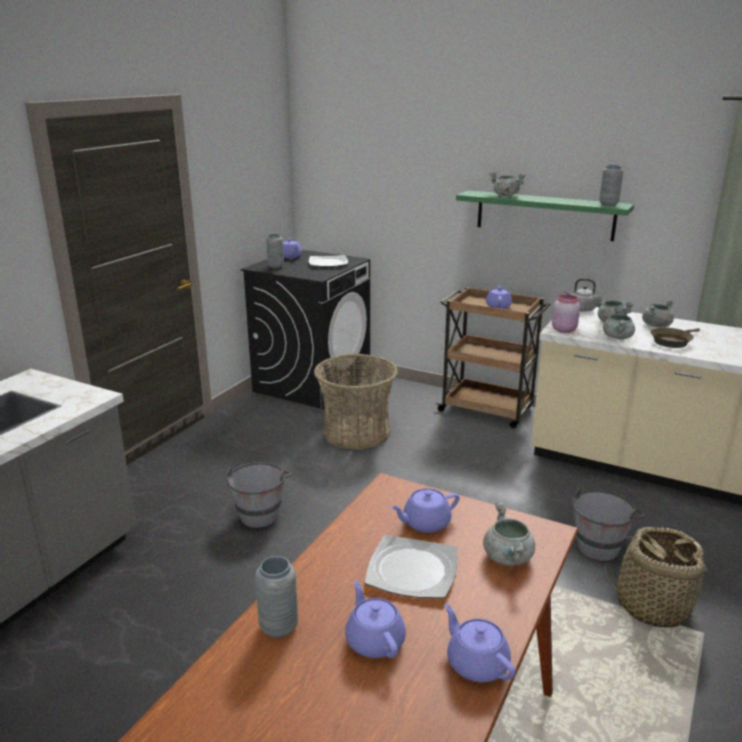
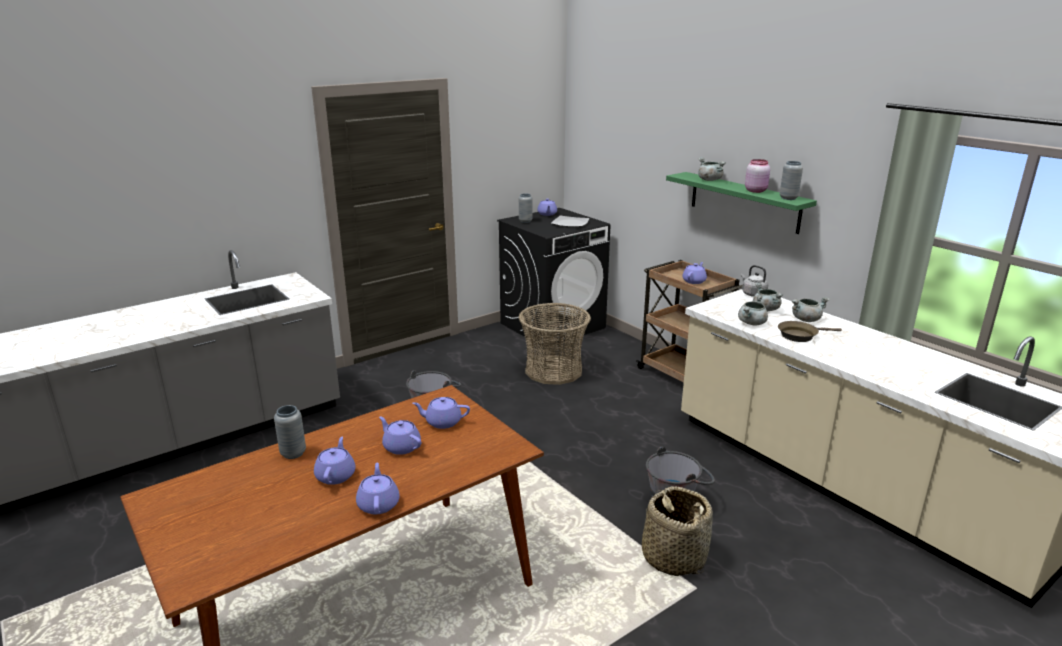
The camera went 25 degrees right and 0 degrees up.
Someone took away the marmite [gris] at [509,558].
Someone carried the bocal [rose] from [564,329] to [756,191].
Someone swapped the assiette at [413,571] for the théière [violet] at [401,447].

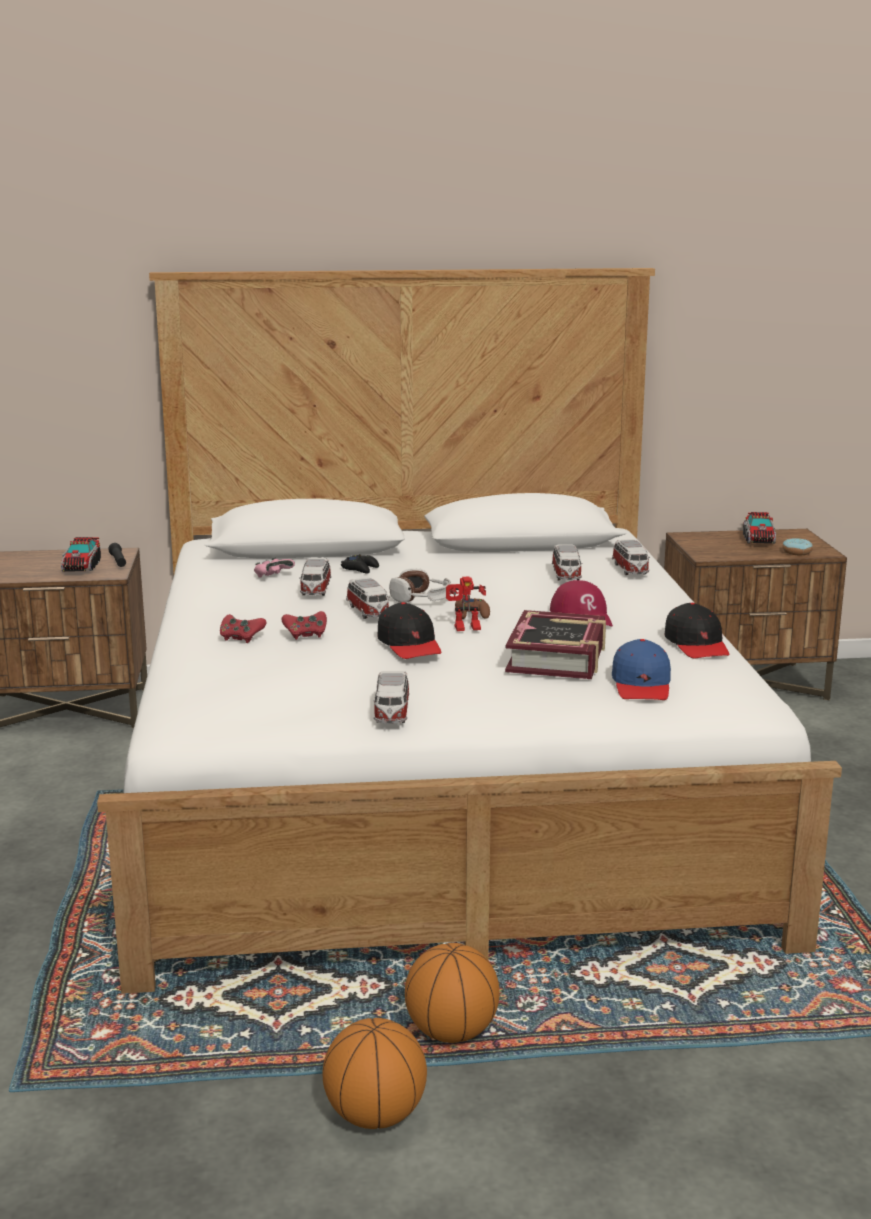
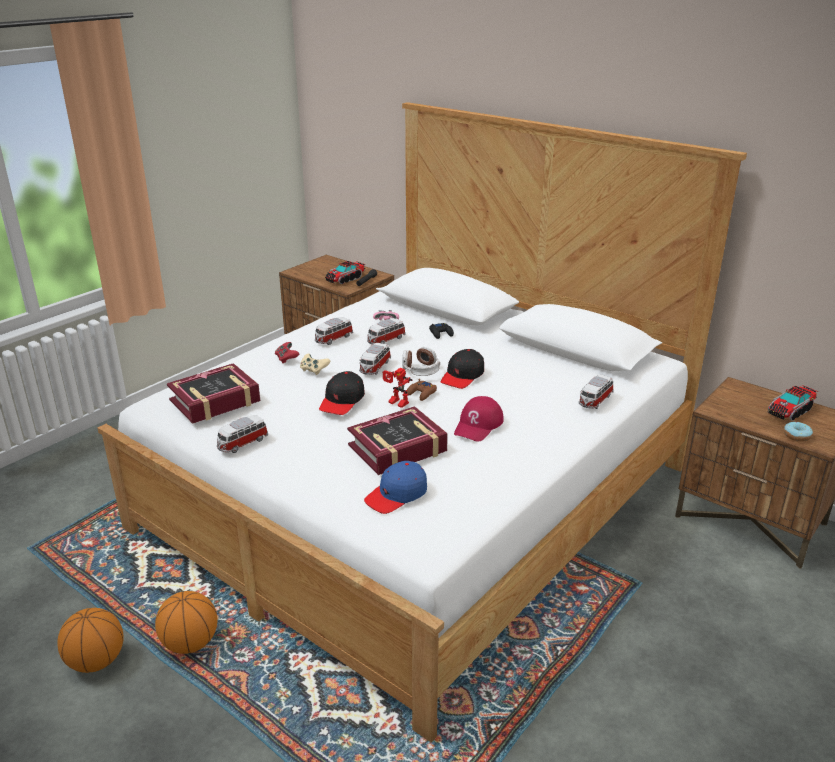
The camera went 45 degrees right and 10 degrees up.
Someone put down the livre at [215,401].
Someone carried the petite voiture from [566,575] to [333,339].
Someone carried the casquette [noir] from [697,644] to [462,376].
Someone repainted the manette [rouge] at [305,635], which became the manette [beige] at [314,370].

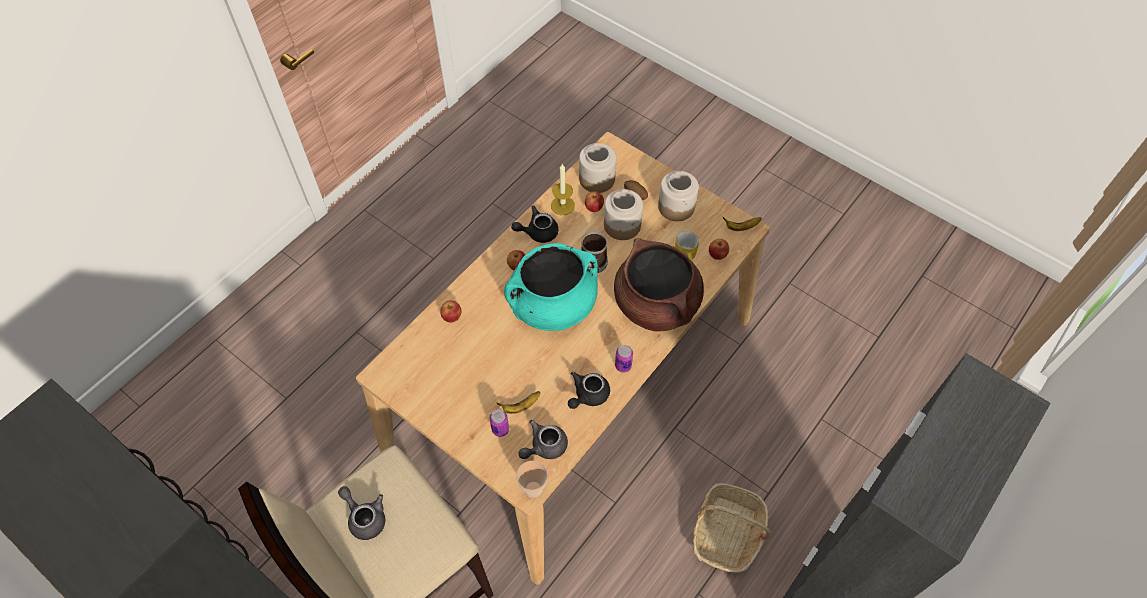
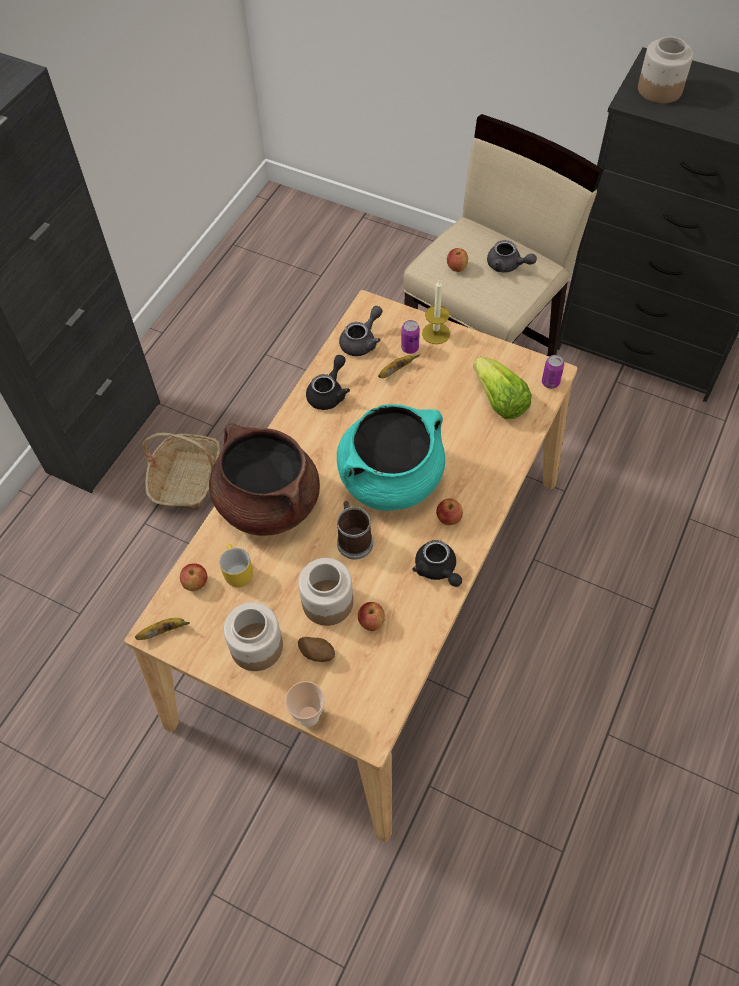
The camera went 170 degrees right and 0 degrees up.
Someone put down the laitue at [499,400].
Someone carried the pomme from [452,317] to [456,268].
Someone carried the tasse from [533,489] to [308,716].
Someone carried the bougie from [562,205] to [436,333].
Someone carried the bocal from [597,179] to [659,90].
Someone carried the boîte métallique from [623,366] to [550,382].
Someone rotated the théière [noir] at [537,232] by 90 degrees clockwise.

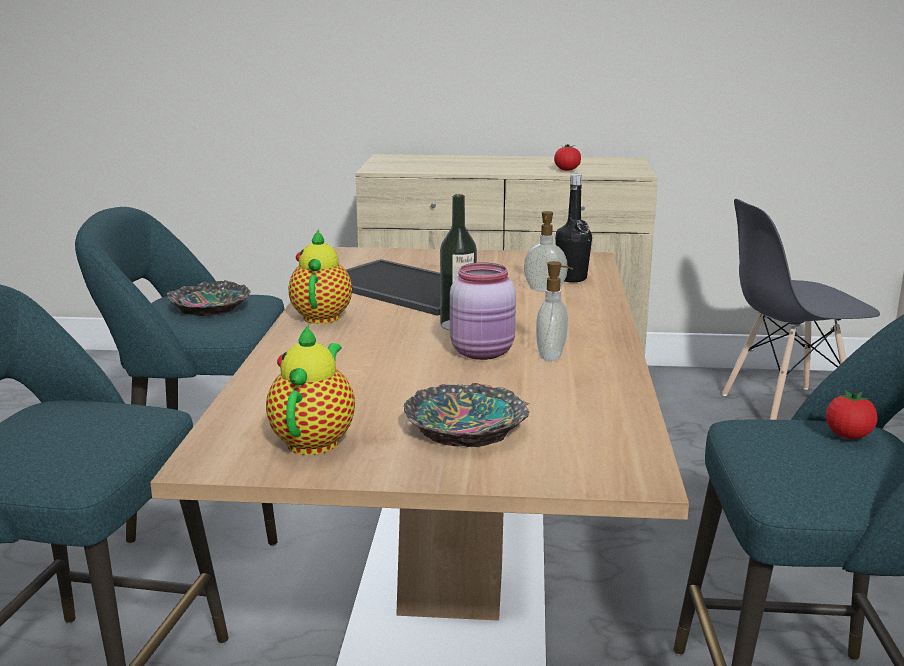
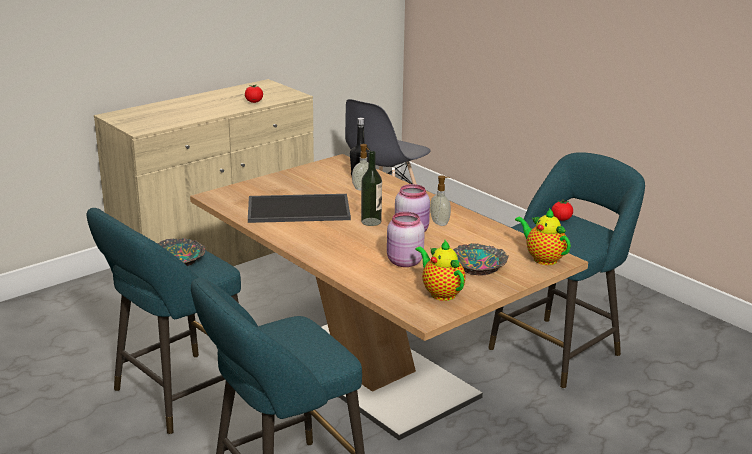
The camera went 45 degrees left and 5 degrees up.
Someone put down the bocal [rose] at [404,262].
Someone carried the théière from [322,316] to [542,258].

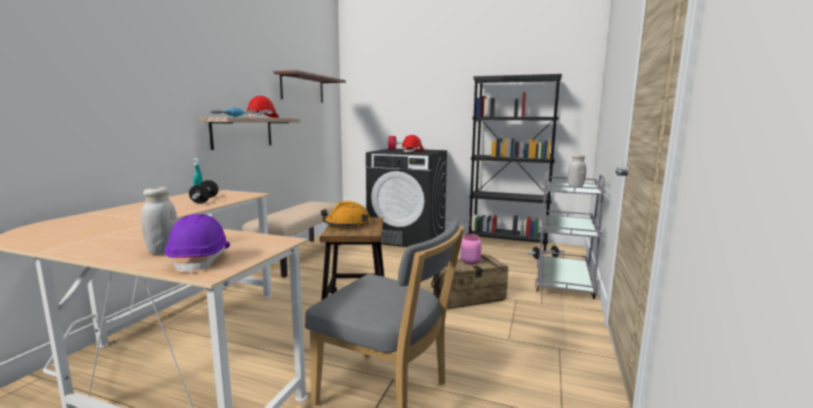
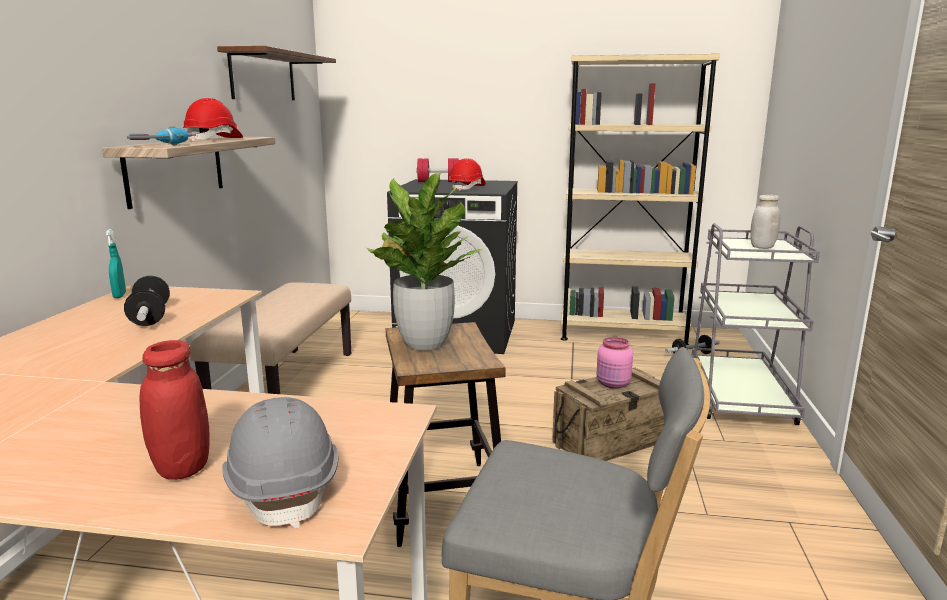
The camera went 10 degrees left and 5 degrees up.
Someone swapped the casque de chantier [orange] at [347,224] for the plante en pot at [424,343].
Someone repainted the bocal [blanc] at [163,251], which became the bocal [rouge] at [182,467].
Someone repainted the casque de chantier [violet] at [201,260], which became the casque de chantier [gris] at [284,487].
Someone repainted the bibliothèque [noir] at [507,244], which became the bibliothèque [beige] at [622,334].

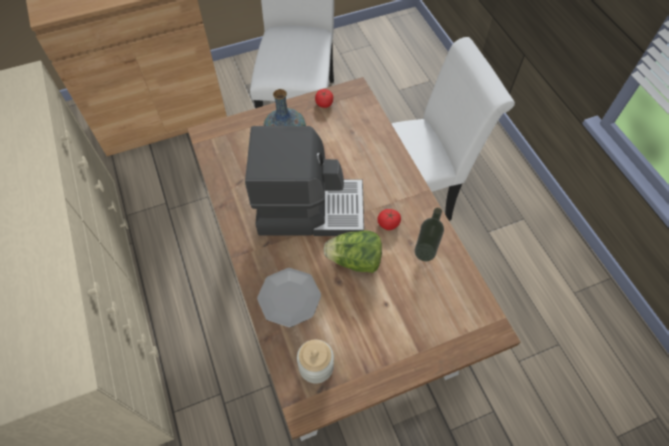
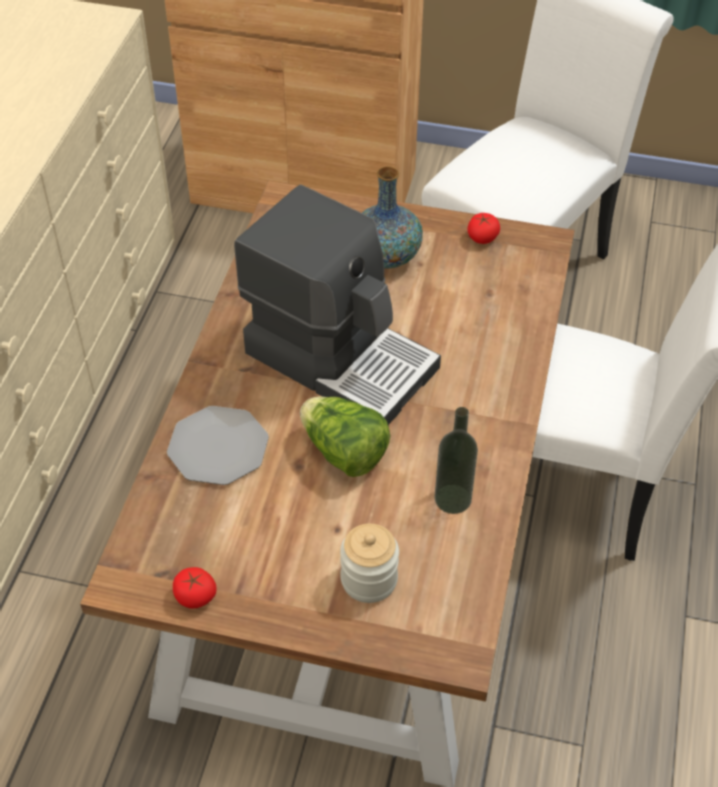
The camera went 35 degrees right and 10 degrees down.
Someone carried the bocal from [316,366] to [369,579].
Someone carried the tomate from [388,223] to [195,596].

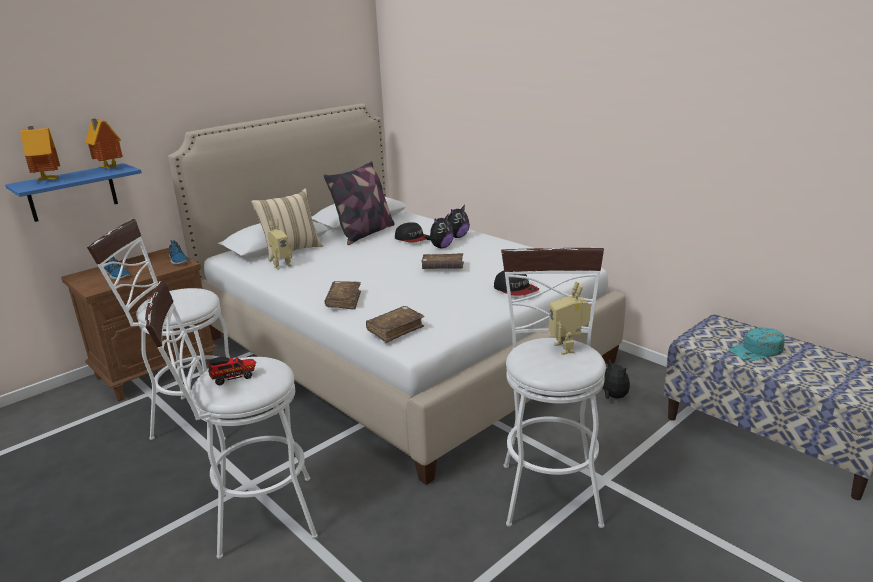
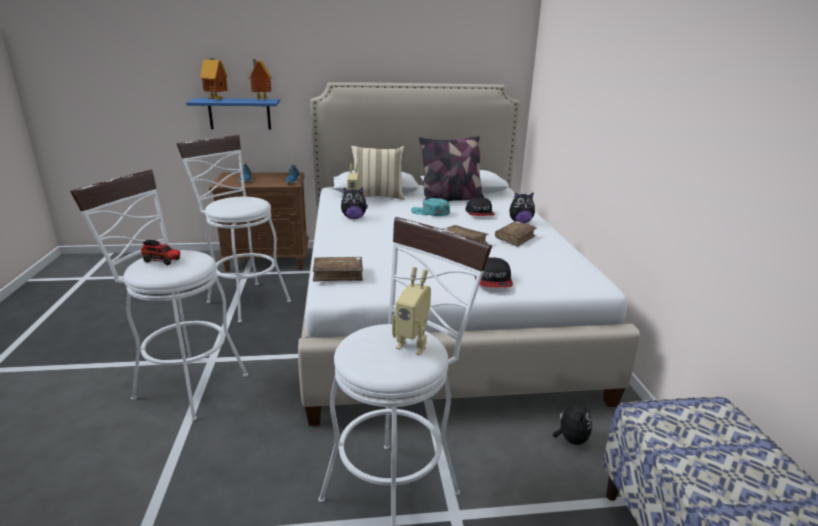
The camera went 35 degrees right and 0 degrees up.
Someone carried the livre [marron] from [344,301] to [515,238].
Someone carried the peluche from [441,247] to [354,218].
Someone carried the casquette [turquoise] from [756,351] to [430,212].
Someone rotated the robot jouet at [568,348] by 90 degrees counterclockwise.

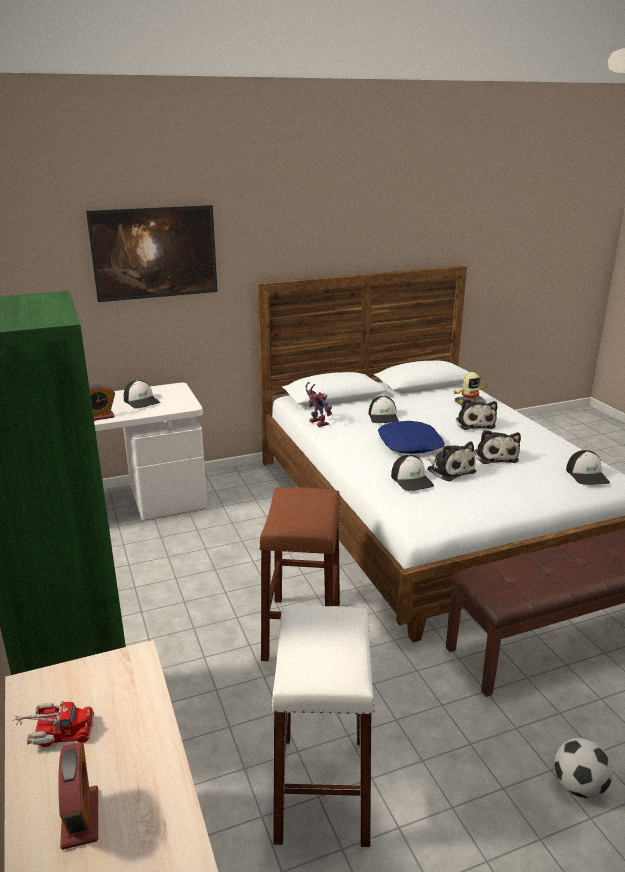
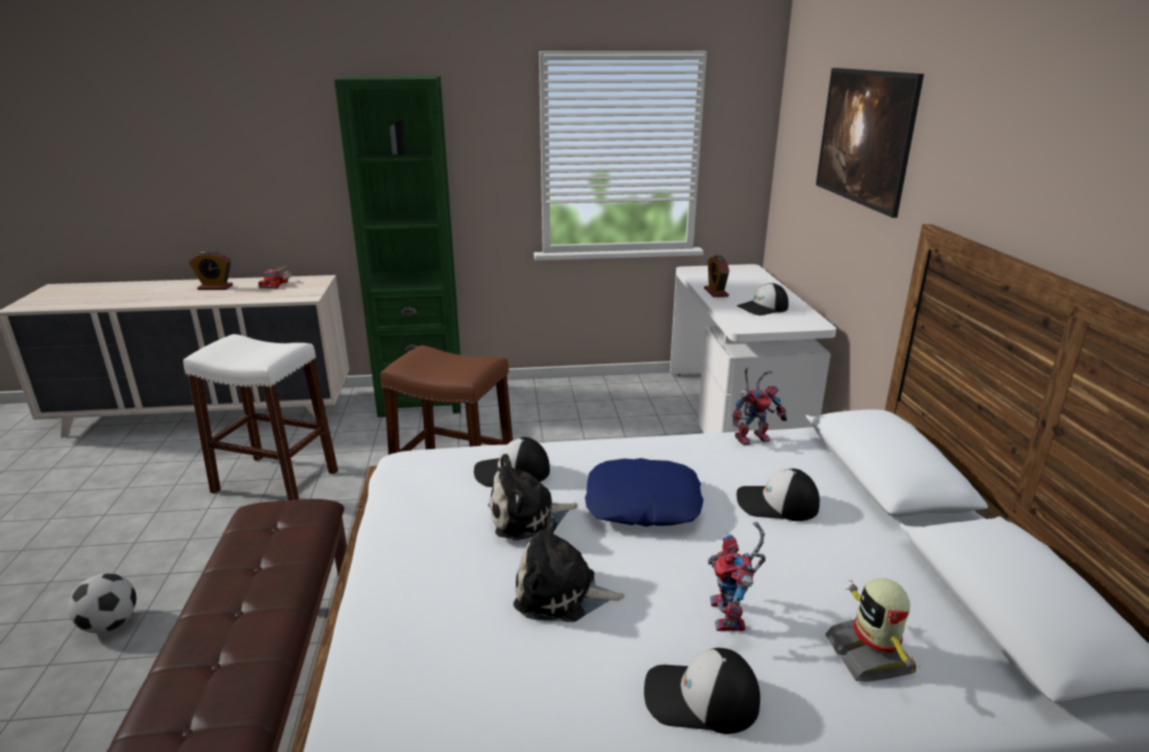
The camera went 105 degrees right and 0 degrees up.
Someone carried the casquette from [587,475] to [700,698].
Someone swapped the peluche at [474,423] for the robot jouet at [732,618].

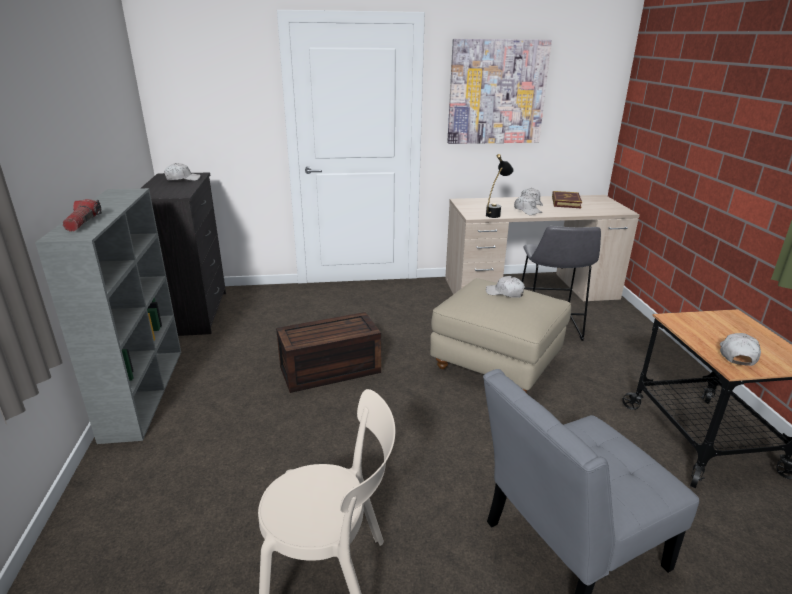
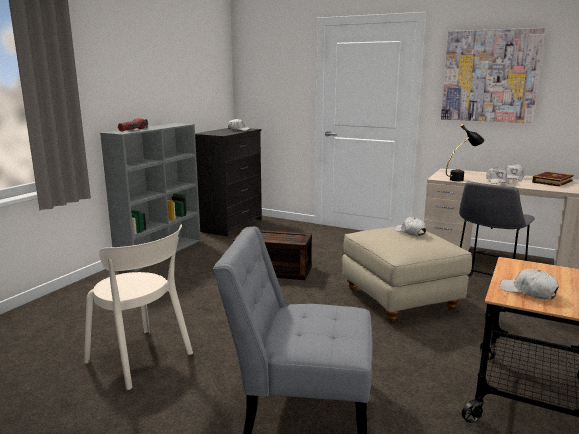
The camera went 35 degrees right and 10 degrees down.
Someone rotated the casquette [blanc] at [737,355] by 105 degrees counterclockwise.

